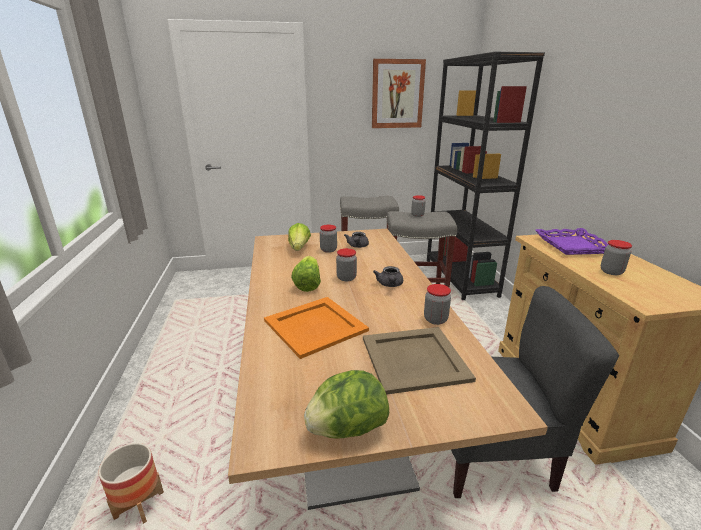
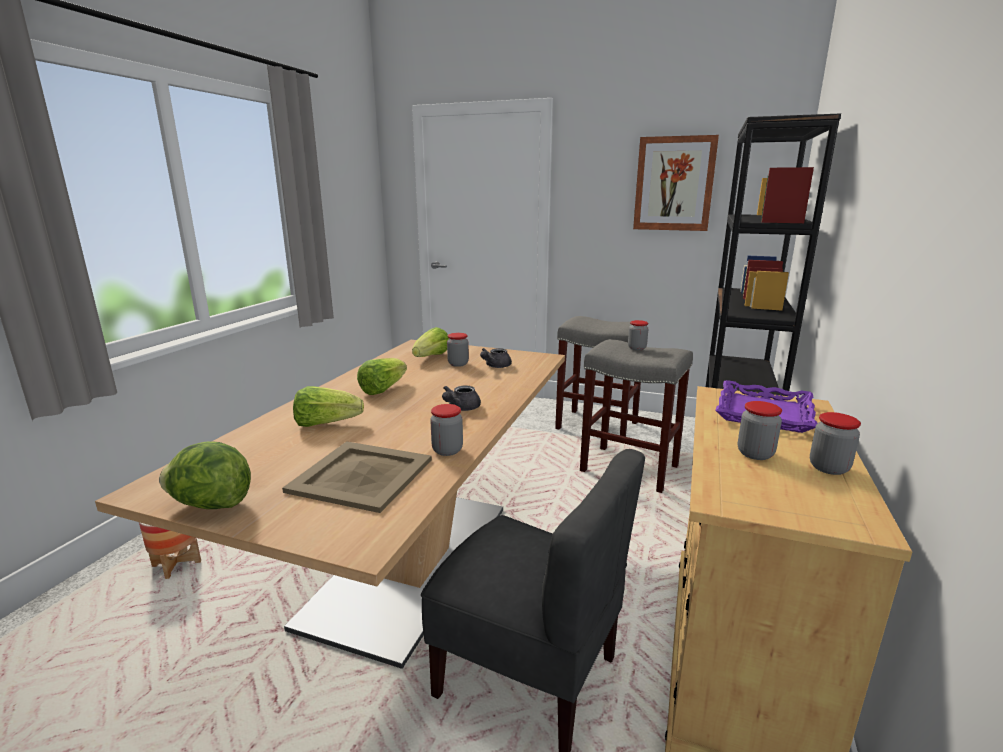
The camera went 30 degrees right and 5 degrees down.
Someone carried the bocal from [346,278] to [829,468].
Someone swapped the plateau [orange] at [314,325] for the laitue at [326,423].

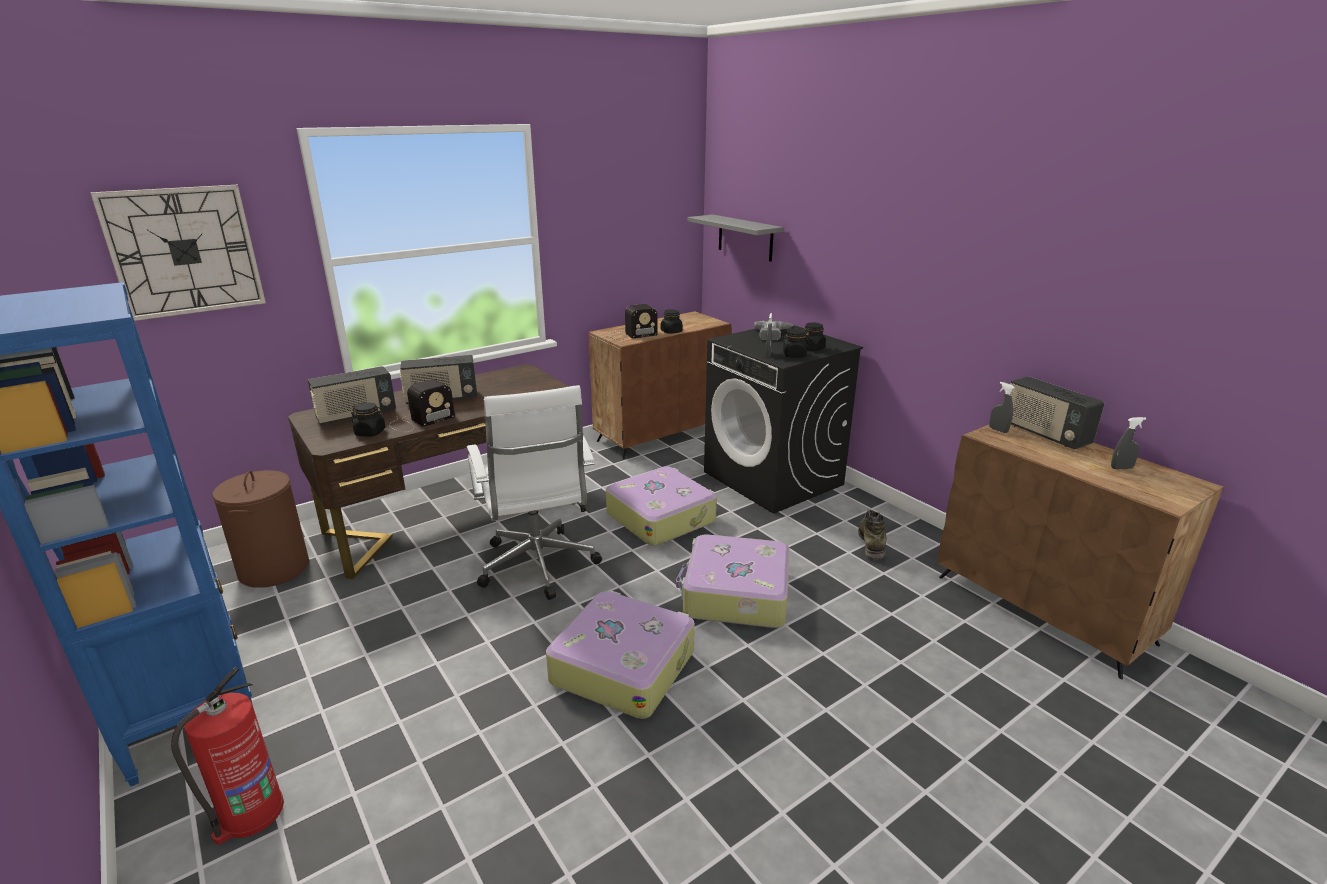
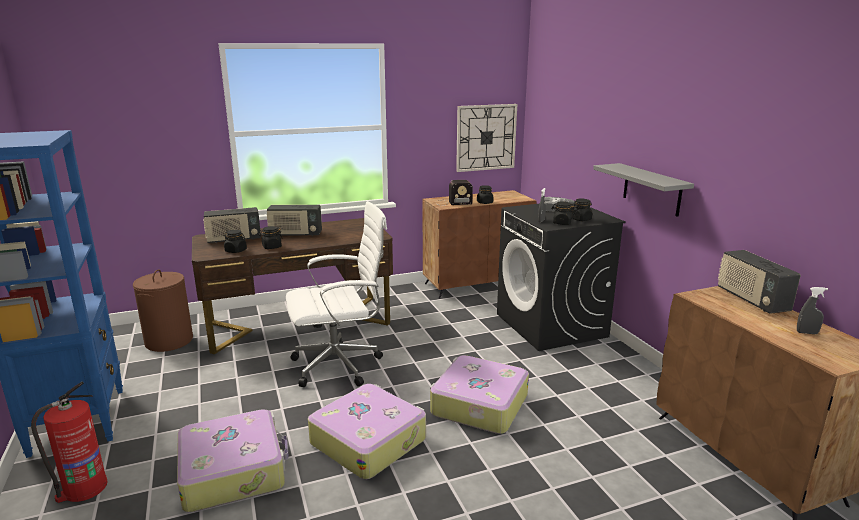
The camera went 15 degrees right and 5 degrees down.
Someone took away the botte [vert] at [871,541].
Someone took away the vaporisateur [gris] at [998,430].
Someone carried the horloge murale from [184,251] to [486,137].
Someone carried the valise from [661,517] to [233,470].
Someone carried the étagère [gris] from [745,238] to [651,189].
Someone swapped the radio at [419,421] for the bocal [noir] at [271,247].
Someone rotated the chaise de bureau [blanc] at [539,568] by 105 degrees counterclockwise.

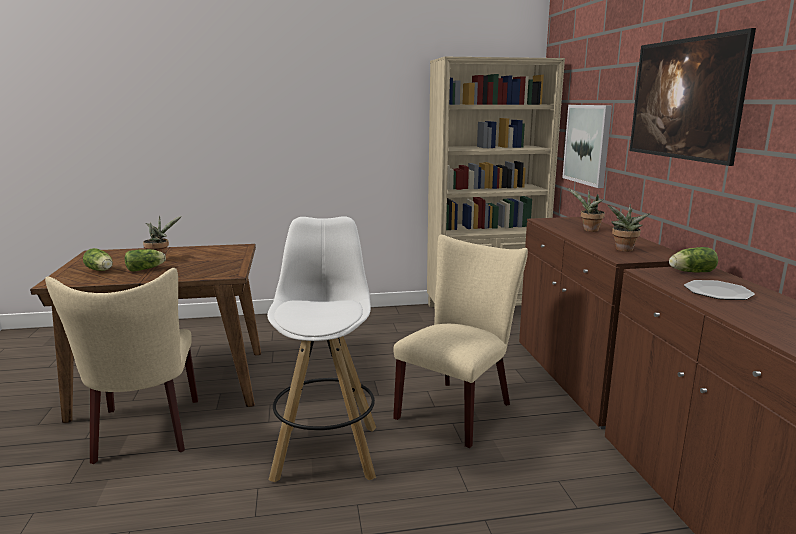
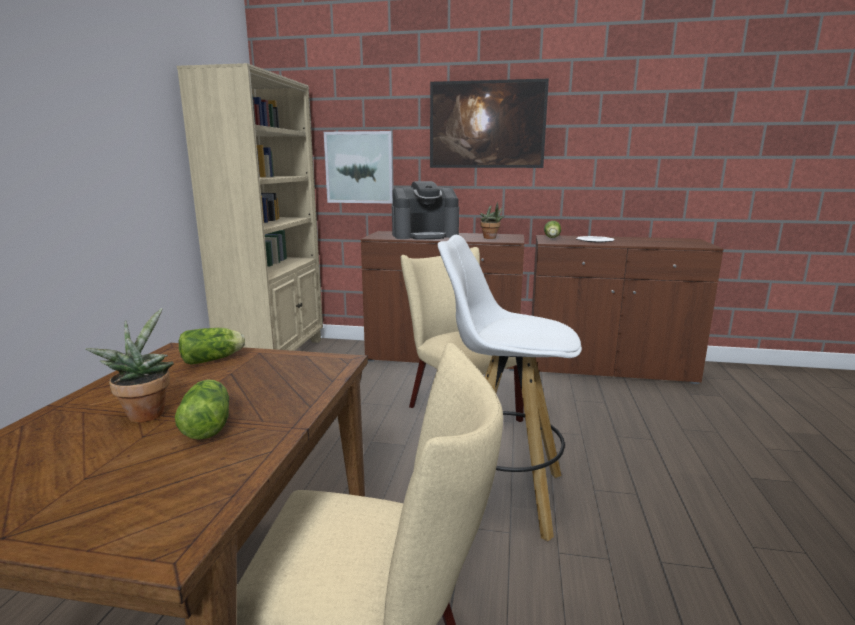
The camera went 70 degrees left and 0 degrees up.
Someone carried the laitue from [100,270] to [214,359].
Someone swapped the plante en pot at [588,230] for the machine à café at [425,235].

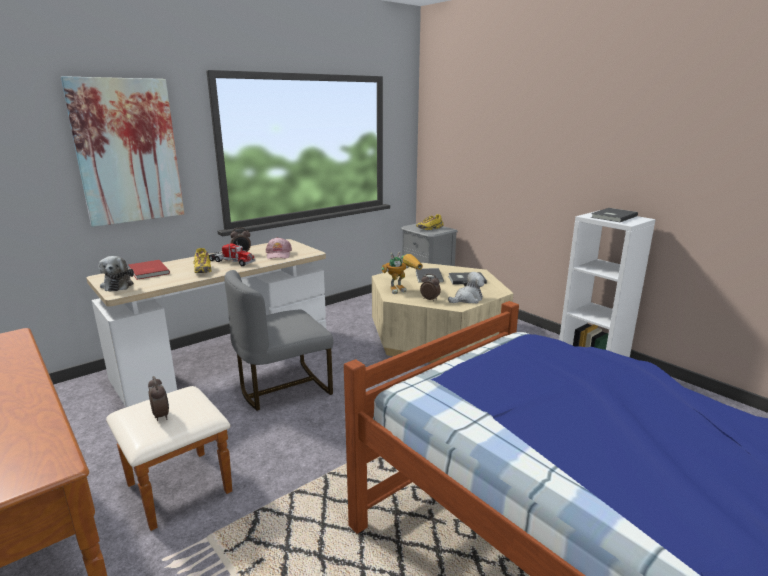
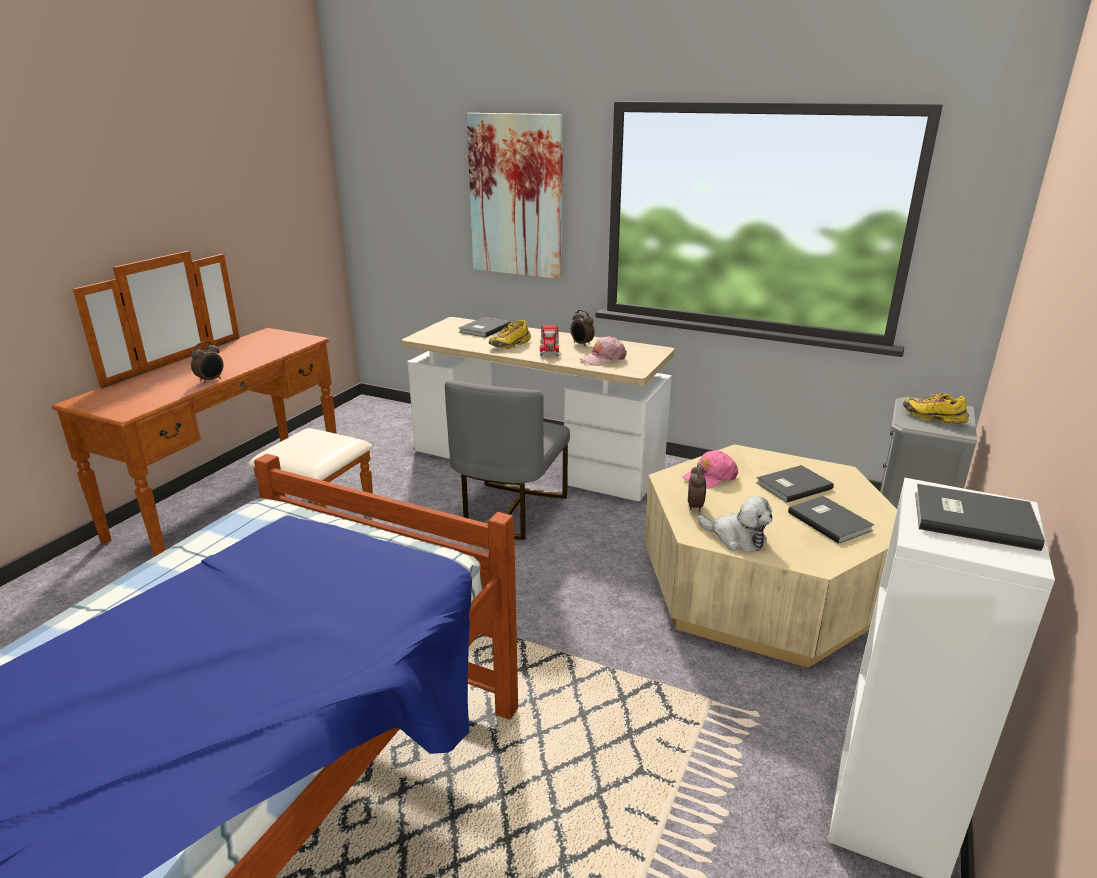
The camera went 65 degrees right and 5 degrees up.
Someone took away the peluche at [118,285].
Someone carried the réveil from [161,416] to [211,380].
Someone swapped the robot jouet at [402,289] for the casquette [rose] at [710,477].
Someone repainted the livre [rouge] at [147,271], which became the livre [gris] at [483,329].
Someone rotated the chaise [gris] at [283,387] by 105 degrees counterclockwise.

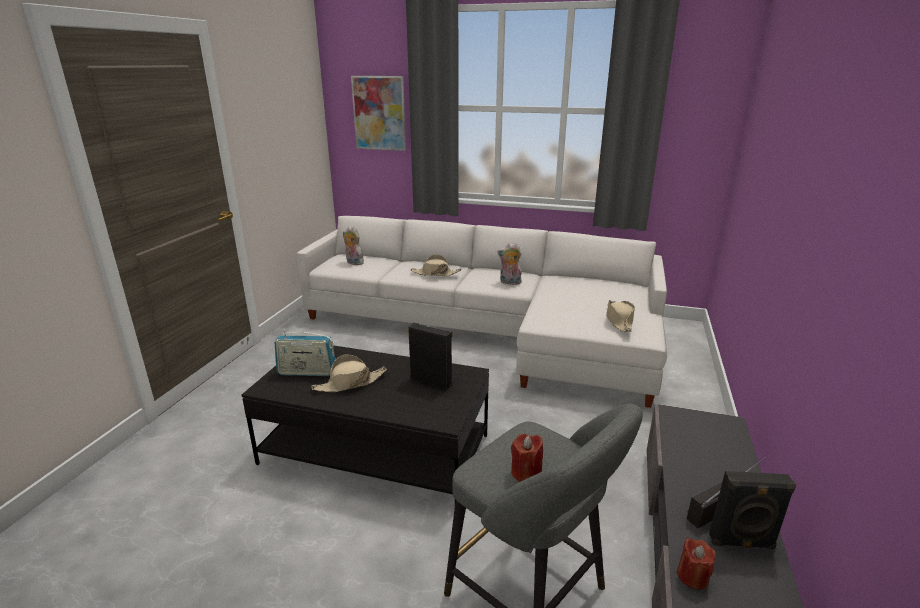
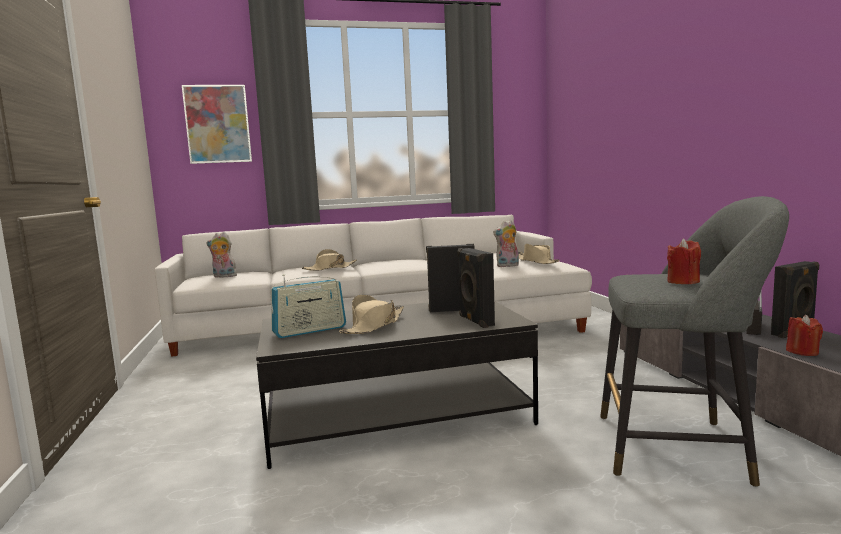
The camera went 30 degrees left and 15 degrees down.
Someone put down the enceinte [noir] at [475,321].
Someone carried the peluche from [509,282] to [507,266].

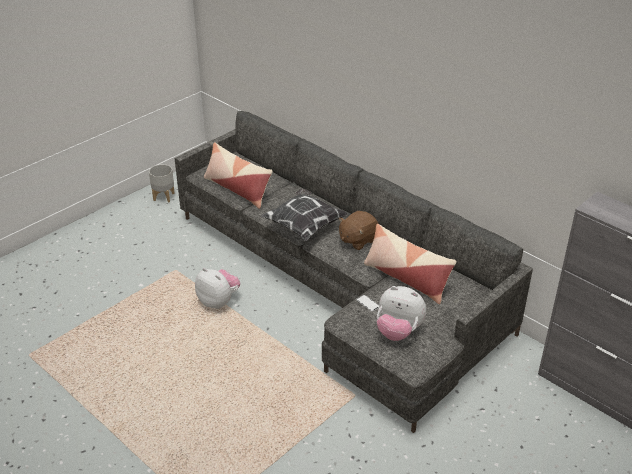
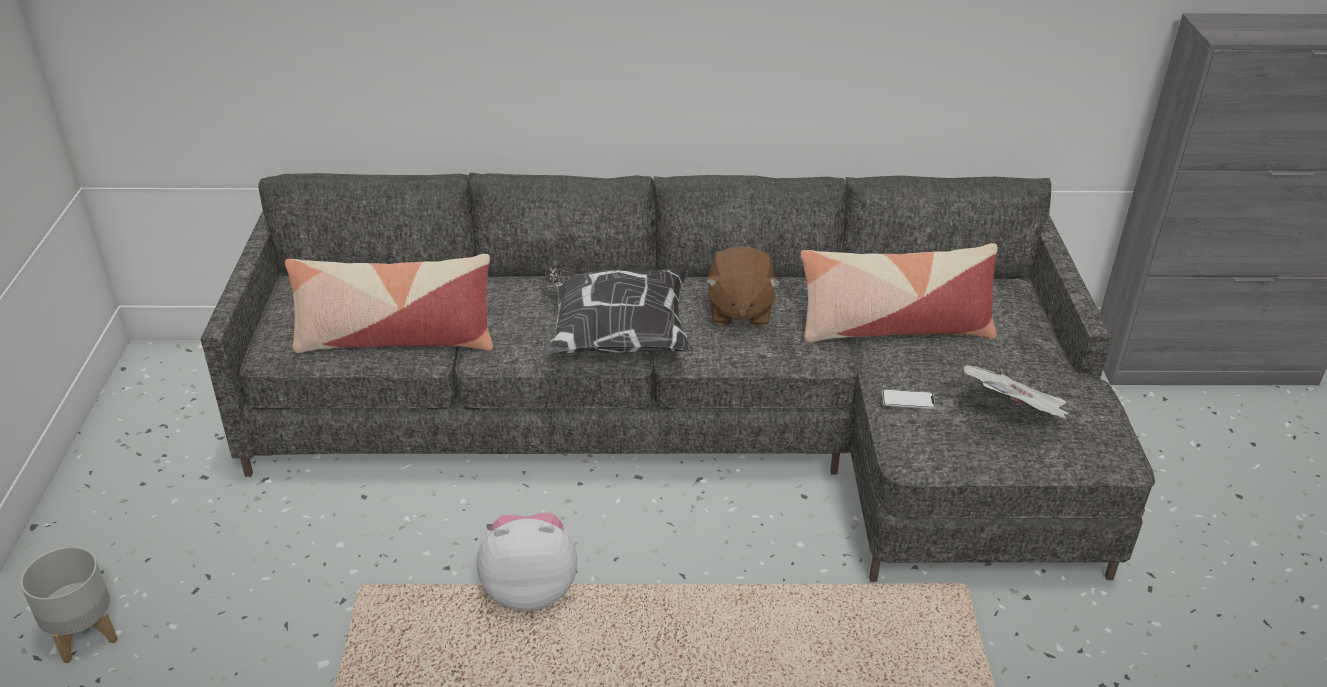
The camera went 45 degrees left and 0 degrees up.
Someone carried the cache-pot [gris] from [164,196] to [84,635].
Someone swapped the peluche at [398,332] for the journal at [1015,414].

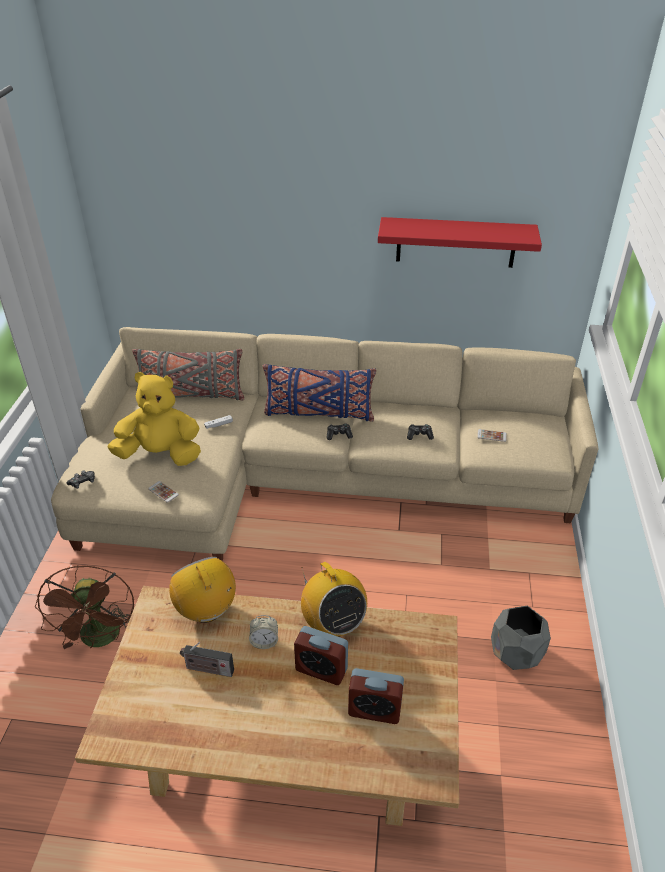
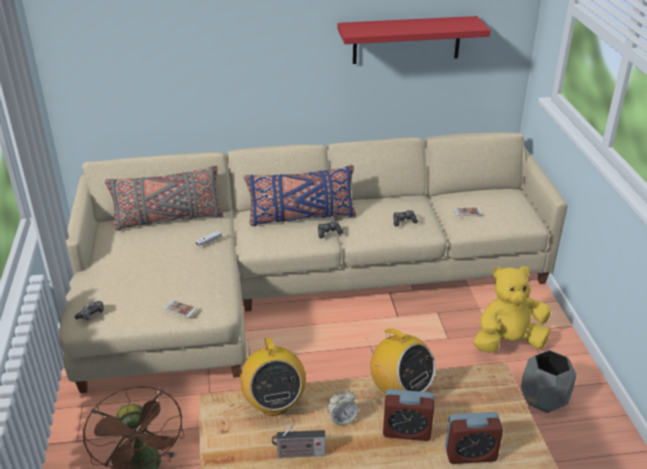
The camera went 15 degrees left and 5 degrees down.
Someone carried the peluche [jaune] from [161,454] to [508,342].
Someone rotated the radio at [207,610] by 150 degrees counterclockwise.

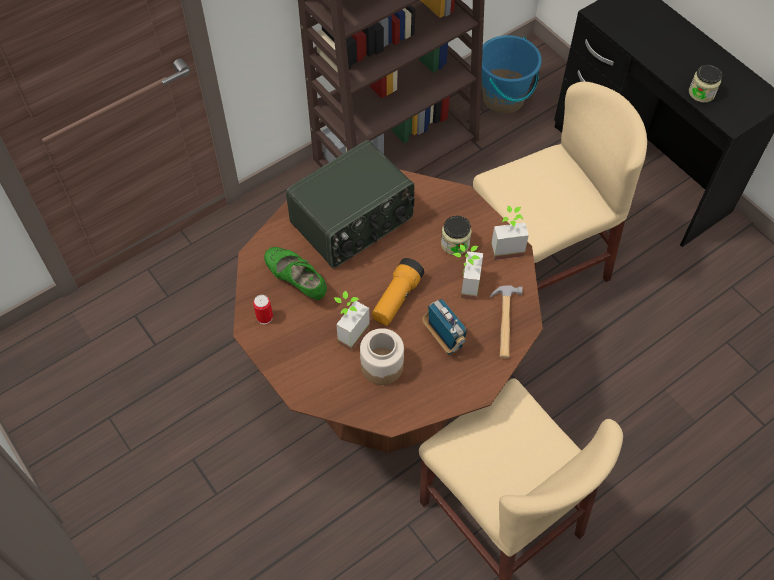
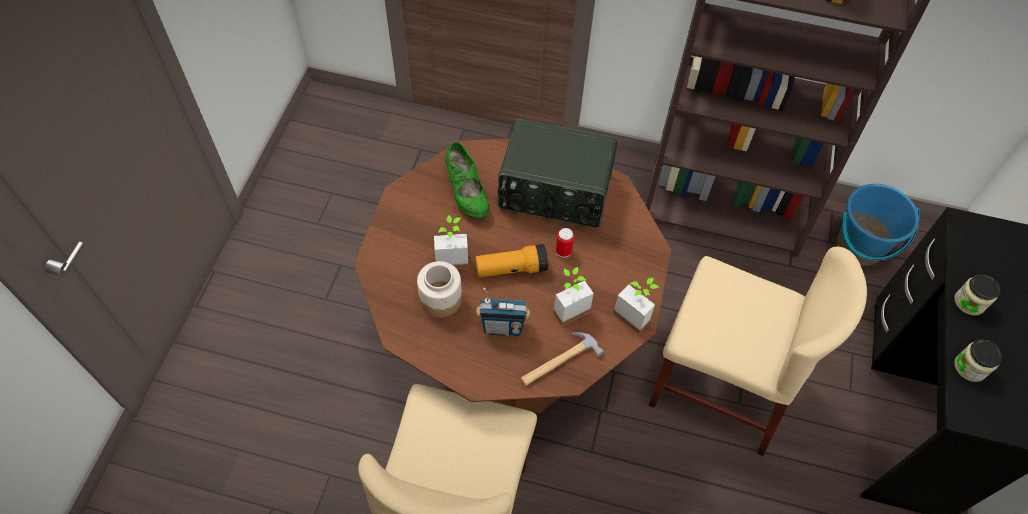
The camera went 50 degrees right and 0 degrees up.
Someone carried the boîte métallique from [264,317] to [563,251].
Someone carried the bocal from [455,244] to [969,302].
Someone rotated the chaussure [vert] at [297,282] by 150 degrees clockwise.
Someone rotated the radio at [444,339] by 75 degrees clockwise.

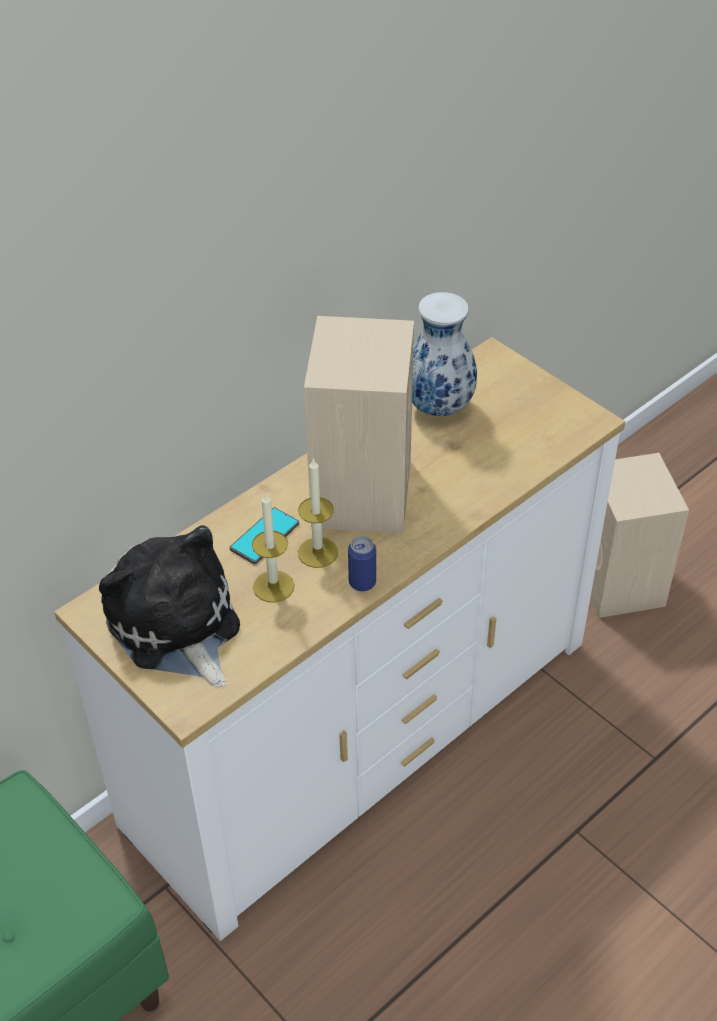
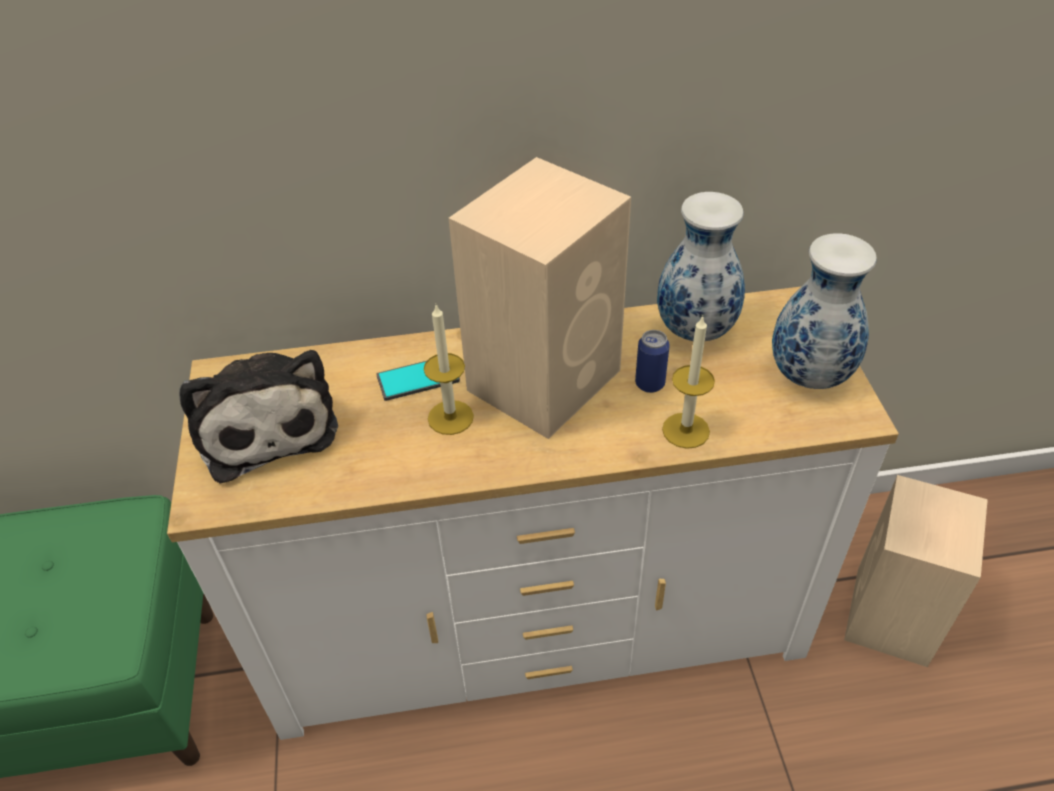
The camera went 35 degrees right and 0 degrees up.
Someone put down the vase at [807,375].
Someone carried the bougie from [273,586] to [686,430].
Someone carried the boîte métallique from [362,583] to [649,384].
Someone rotated the peluche at [176,627] by 150 degrees clockwise.

